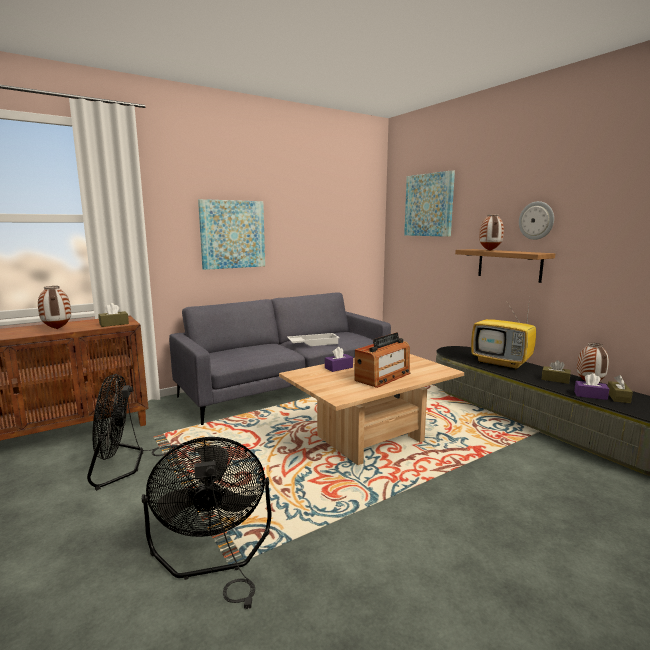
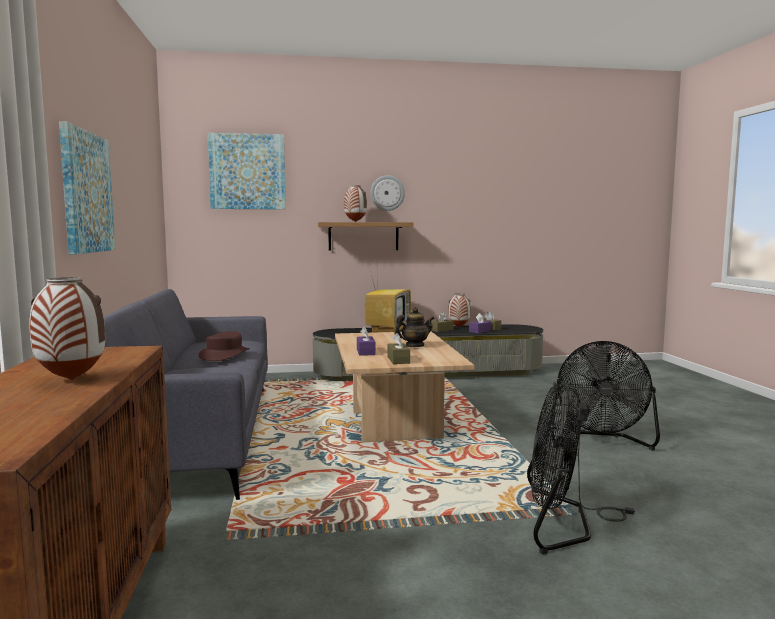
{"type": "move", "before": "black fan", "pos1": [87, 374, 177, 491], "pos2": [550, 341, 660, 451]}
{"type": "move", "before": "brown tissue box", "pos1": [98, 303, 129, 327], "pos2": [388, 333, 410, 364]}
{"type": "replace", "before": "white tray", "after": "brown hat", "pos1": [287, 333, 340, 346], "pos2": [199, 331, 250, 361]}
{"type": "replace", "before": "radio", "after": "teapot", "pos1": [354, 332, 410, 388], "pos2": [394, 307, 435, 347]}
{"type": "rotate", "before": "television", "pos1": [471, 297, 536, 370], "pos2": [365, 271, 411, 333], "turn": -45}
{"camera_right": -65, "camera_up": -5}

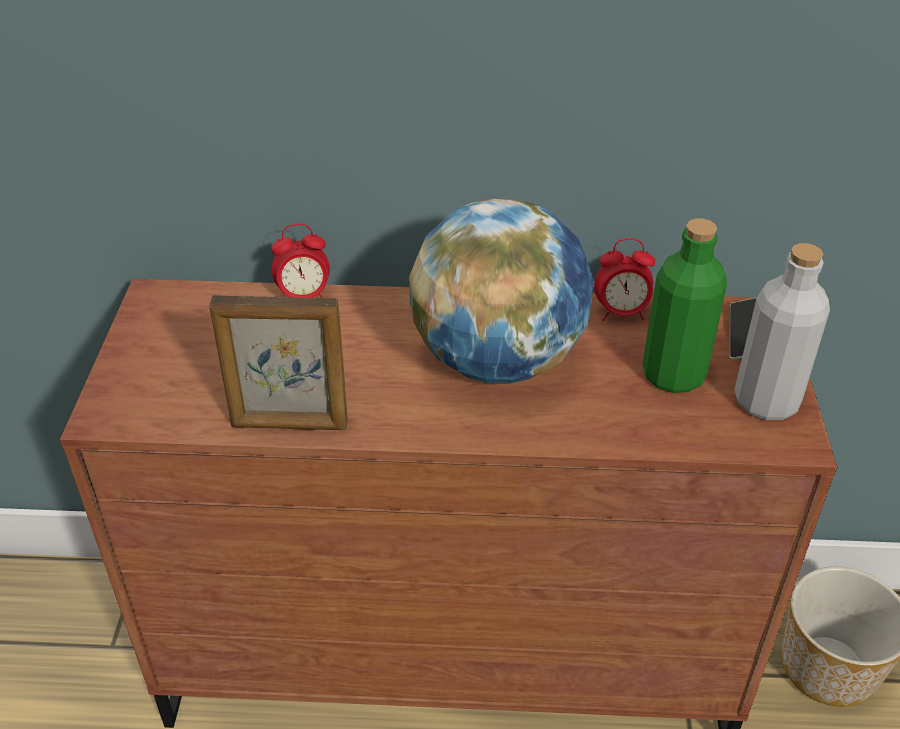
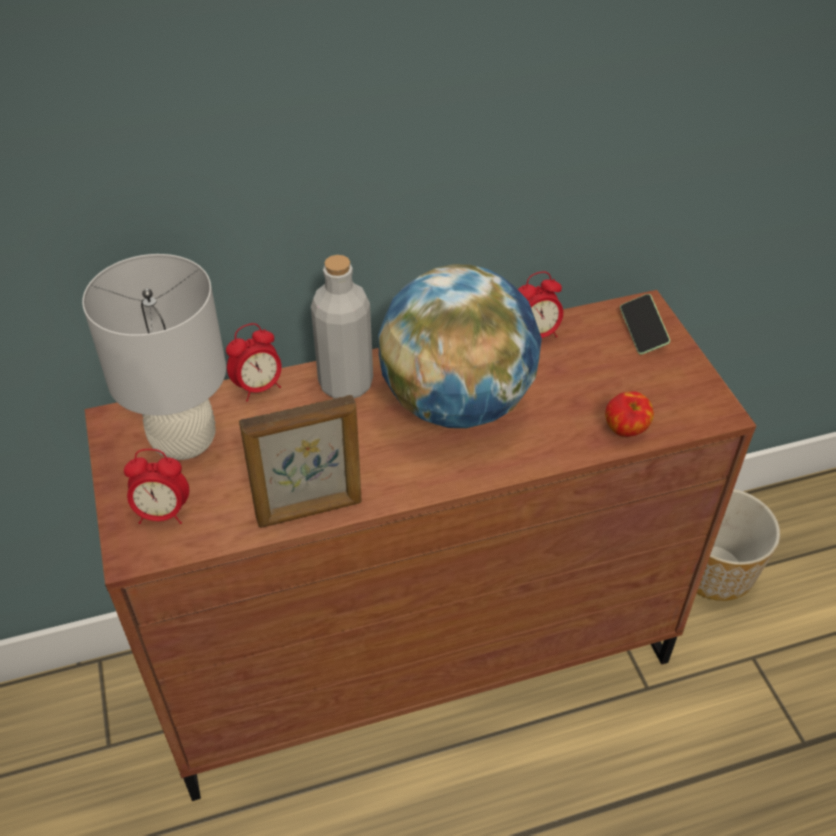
{"type": "delete", "before": "green bottle", "pos1": [642, 218, 727, 393]}
{"type": "insert", "after": "grey table lamp", "pos2": [82, 254, 226, 460]}
{"type": "insert", "after": "alarm clock", "pos2": [124, 449, 189, 524]}
{"type": "insert", "after": "apple", "pos2": [605, 391, 654, 437]}
{"type": "move", "before": "grey bottle", "pos1": [734, 243, 830, 420], "pos2": [311, 255, 373, 399]}
{"camera_right": -20, "camera_up": 5}

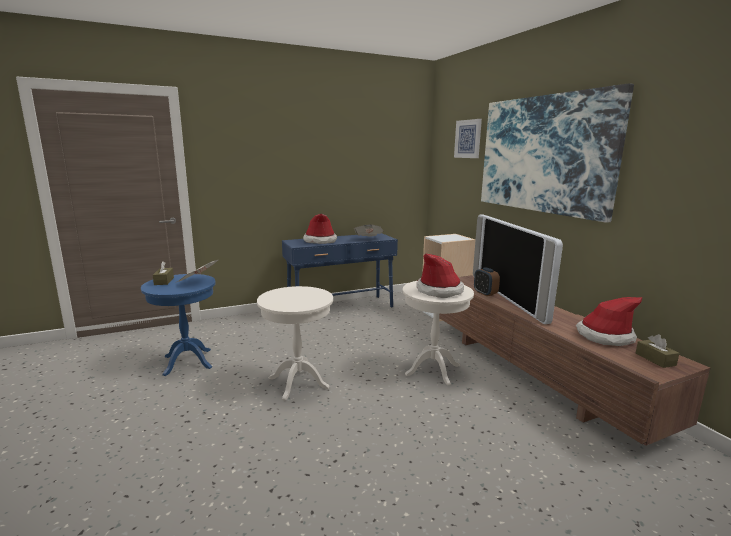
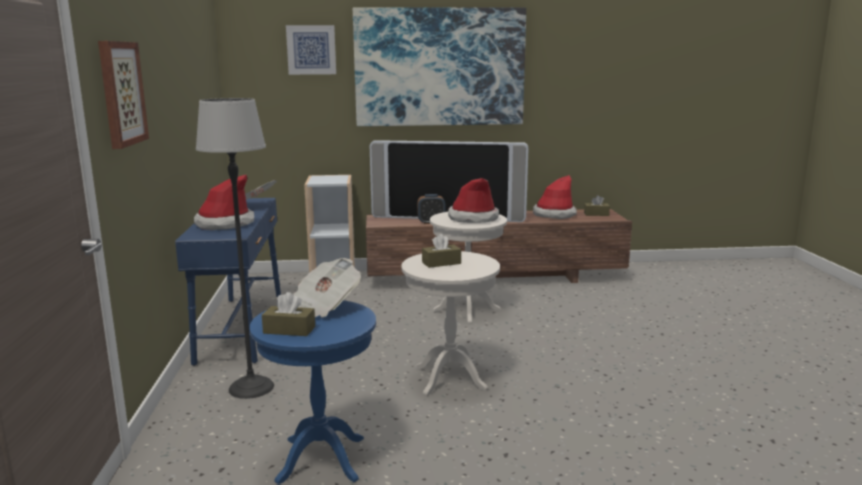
{"type": "insert", "after": "picture", "pos2": [98, 41, 149, 149]}
{"type": "insert", "after": "floor lamp", "pos2": [196, 98, 274, 399]}
{"type": "insert", "after": "brown tissue box", "pos2": [422, 234, 461, 268]}
{"camera_right": -70, "camera_up": 0}

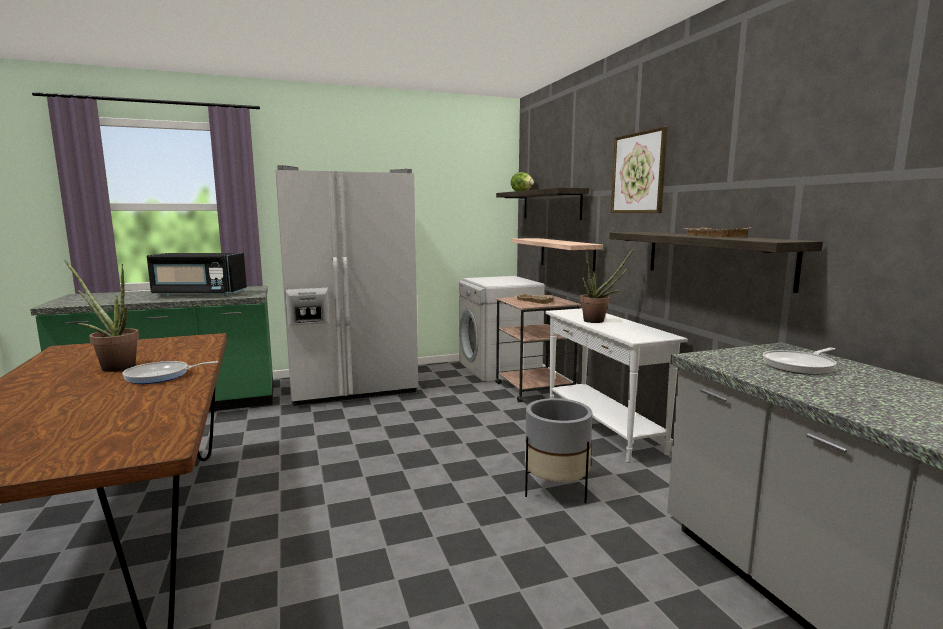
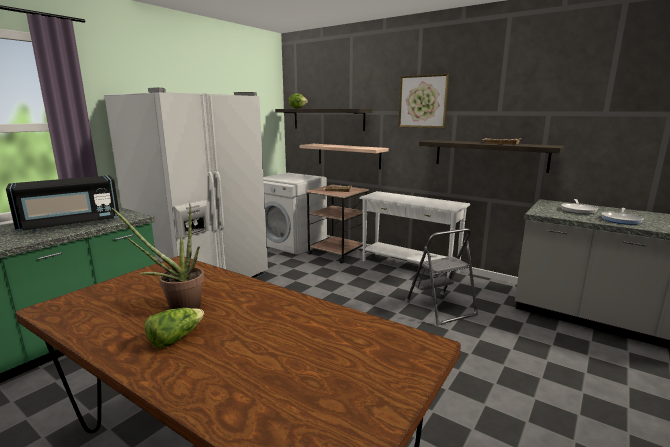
{"type": "delete", "before": "potted plant", "pos1": [580, 248, 634, 323]}
{"type": "insert", "after": "lettuce", "pos2": [145, 308, 204, 348]}
{"type": "move", "before": "frying pan", "pos1": [122, 361, 218, 384], "pos2": [601, 208, 644, 225]}
{"type": "replace", "before": "grey planter", "after": "grey step ladder", "pos1": [525, 398, 592, 503], "pos2": [404, 228, 478, 326]}
{"camera_right": -35, "camera_up": 5}

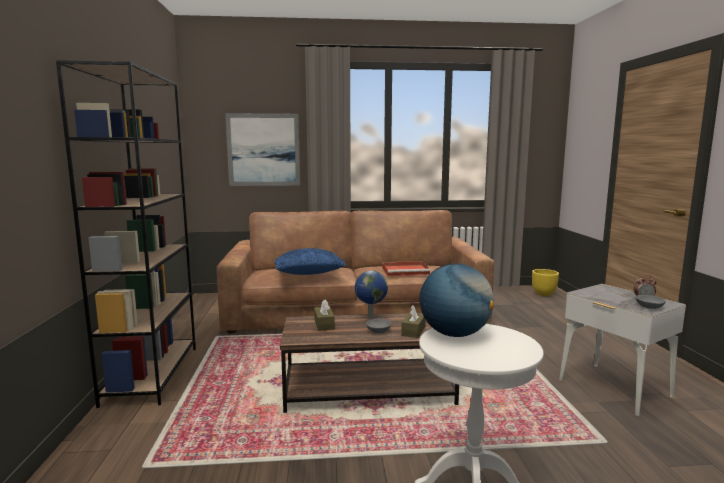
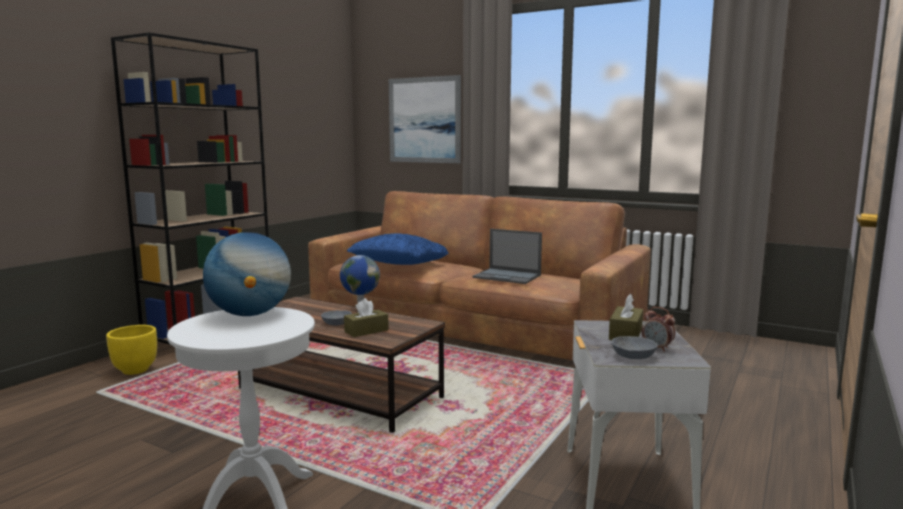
{"type": "move", "before": "brown tissue box", "pos1": [314, 299, 335, 331], "pos2": [609, 294, 643, 340]}
{"type": "move", "before": "yellow planter", "pos1": [532, 269, 559, 296], "pos2": [106, 325, 157, 375]}
{"type": "replace", "before": "red tray", "after": "laptop", "pos1": [382, 261, 430, 276], "pos2": [472, 229, 542, 284]}
{"camera_right": 35, "camera_up": 0}

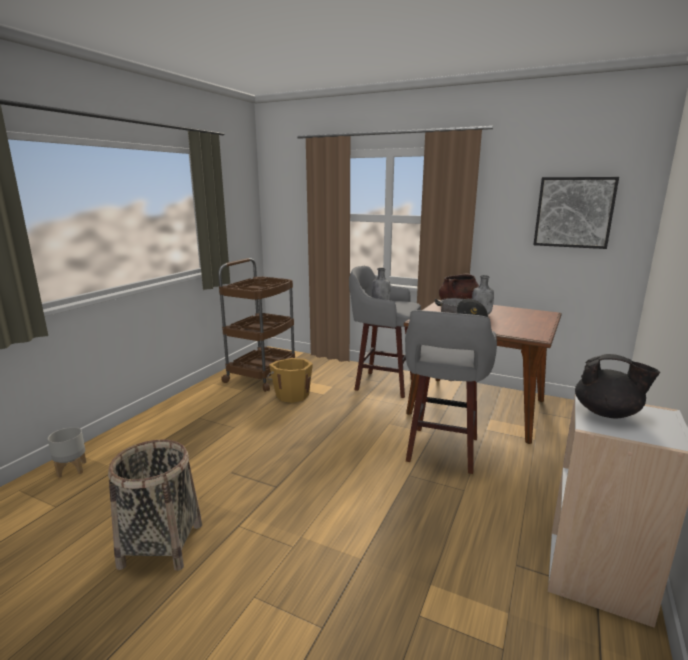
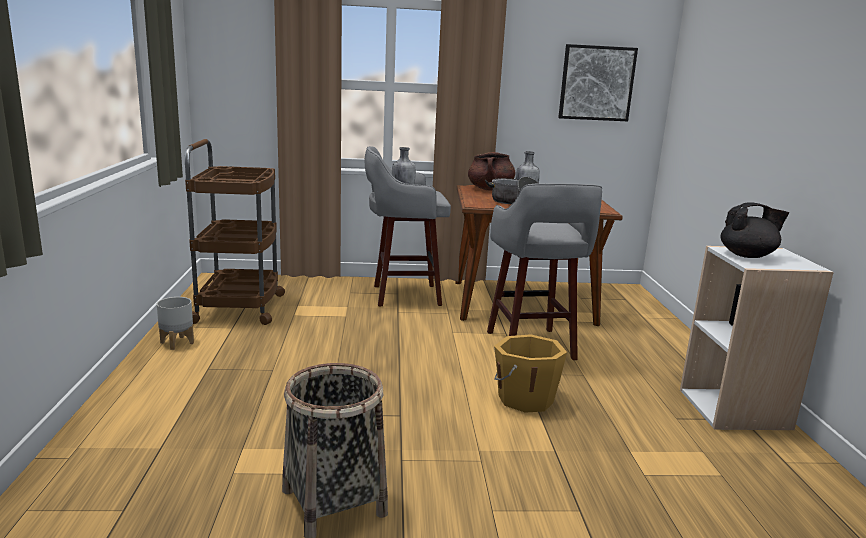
{"type": "move", "before": "grey planter", "pos1": [48, 427, 86, 478], "pos2": [157, 297, 194, 350]}
{"type": "move", "before": "orange bucket", "pos1": [267, 358, 313, 403], "pos2": [494, 334, 567, 413]}
{"camera_right": -30, "camera_up": 0}

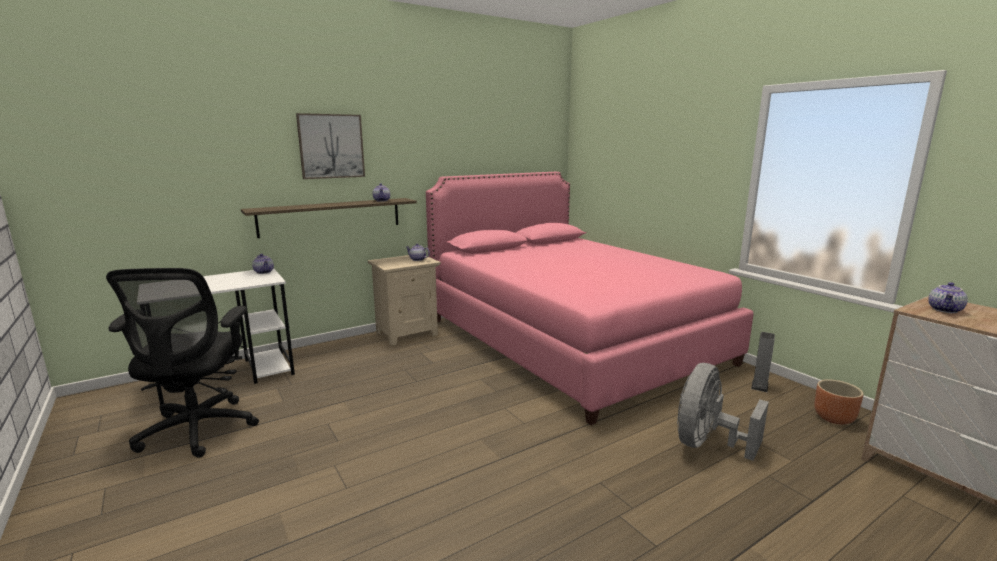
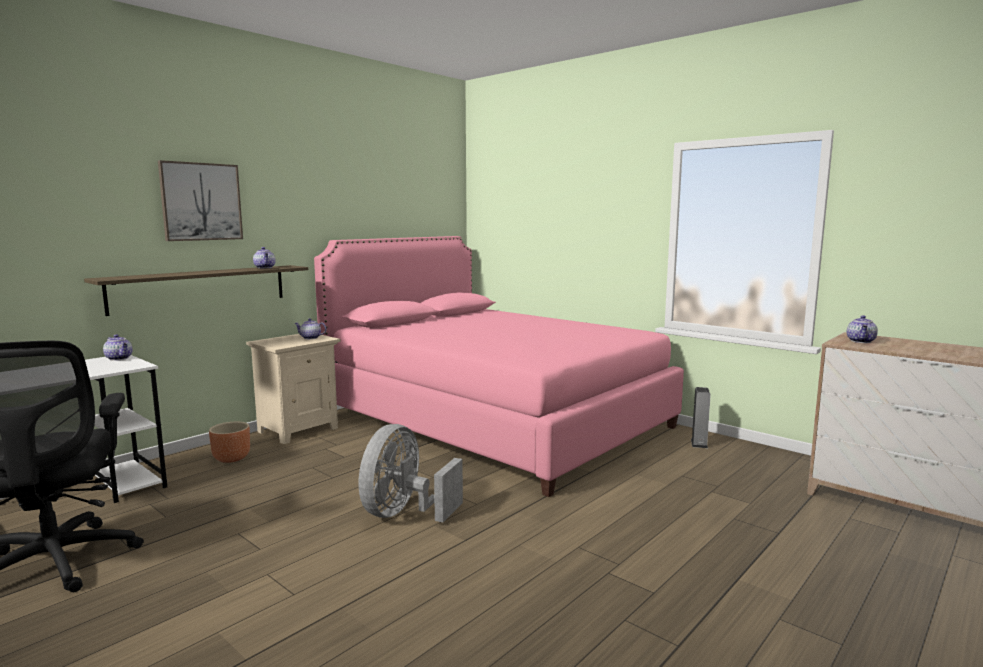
{"type": "move", "before": "grey fan", "pos1": [677, 363, 769, 461], "pos2": [359, 424, 463, 522]}
{"type": "move", "before": "brown planter", "pos1": [814, 379, 863, 425], "pos2": [209, 422, 250, 463]}
{"camera_right": -15, "camera_up": -5}

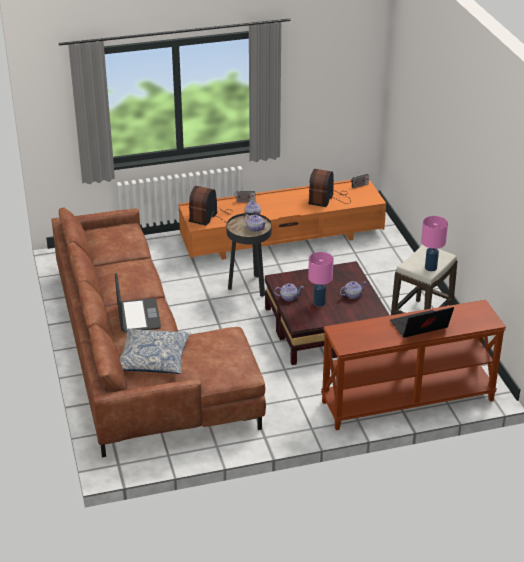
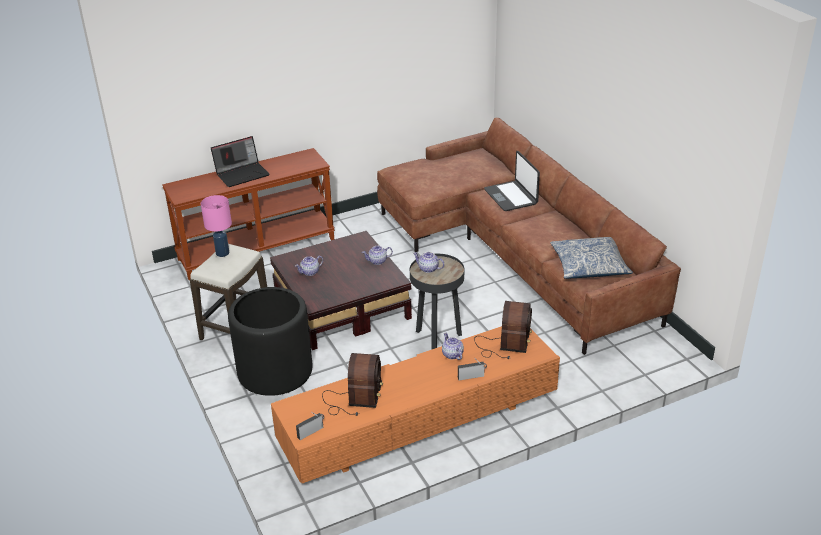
{"type": "delete", "before": "pink table lamp", "pos1": [308, 252, 334, 307]}
{"type": "insert", "after": "black planter", "pos2": [228, 287, 313, 396]}
{"type": "move", "before": "pillow", "pos1": [120, 329, 191, 374], "pos2": [550, 237, 633, 279]}
{"camera_right": 170, "camera_up": 0}

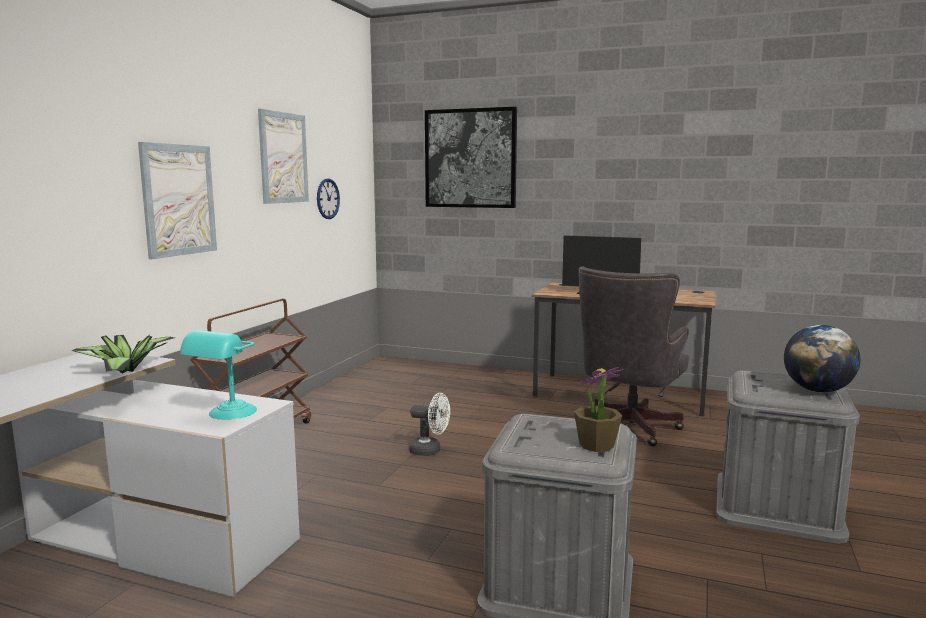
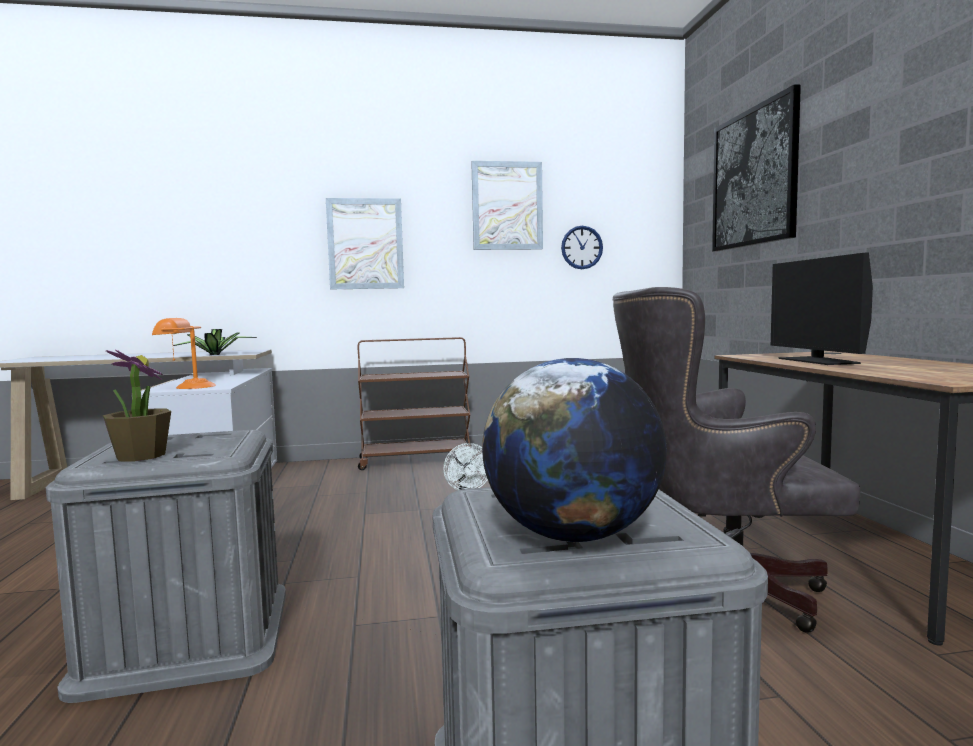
{"type": "recolor", "before": "turquoise table lamp", "after": "orange table lamp", "pos1": [180, 330, 257, 420], "pos2": [152, 318, 216, 389]}
{"camera_right": 60, "camera_up": -5}

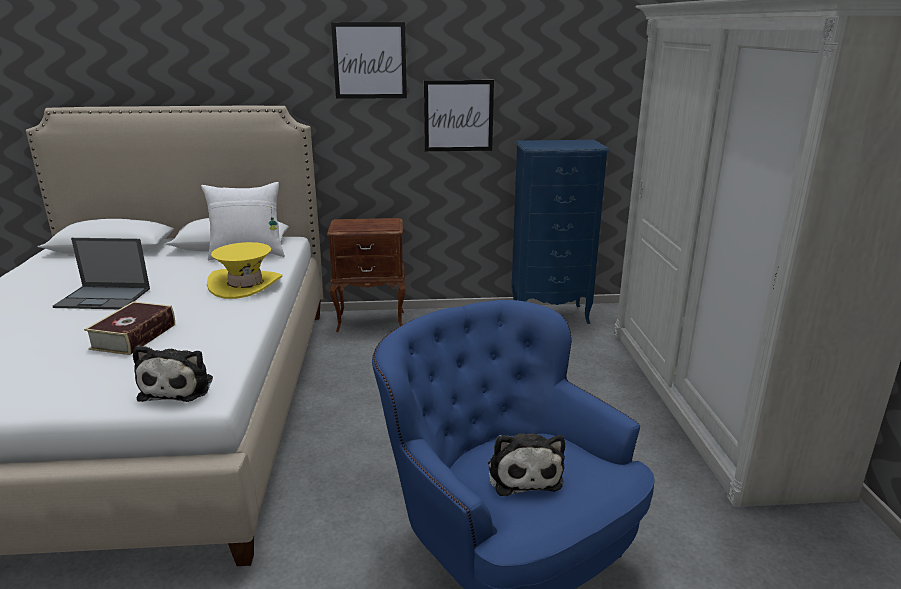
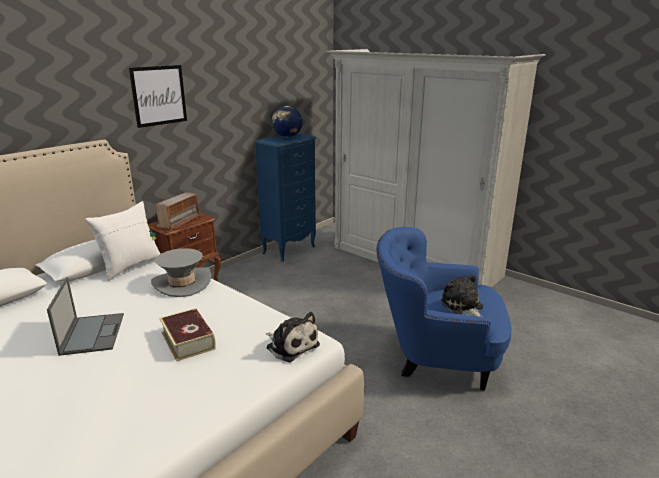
{"type": "delete", "before": "picture", "pos1": [424, 80, 494, 151]}
{"type": "insert", "after": "radio", "pos2": [156, 192, 201, 229]}
{"type": "insert", "after": "globe", "pos2": [272, 106, 303, 138]}
{"type": "recolor", "before": "yellow hat", "after": "grey hat", "pos1": [207, 242, 282, 299], "pos2": [151, 248, 211, 297]}
{"type": "rotate", "before": "laptop", "pos1": [53, 238, 150, 309], "pos2": [47, 277, 124, 356], "turn": -60}
{"type": "rotate", "before": "plush toy", "pos1": [488, 433, 565, 496], "pos2": [441, 274, 483, 317], "turn": -150}
{"camera_right": -45, "camera_up": 0}

